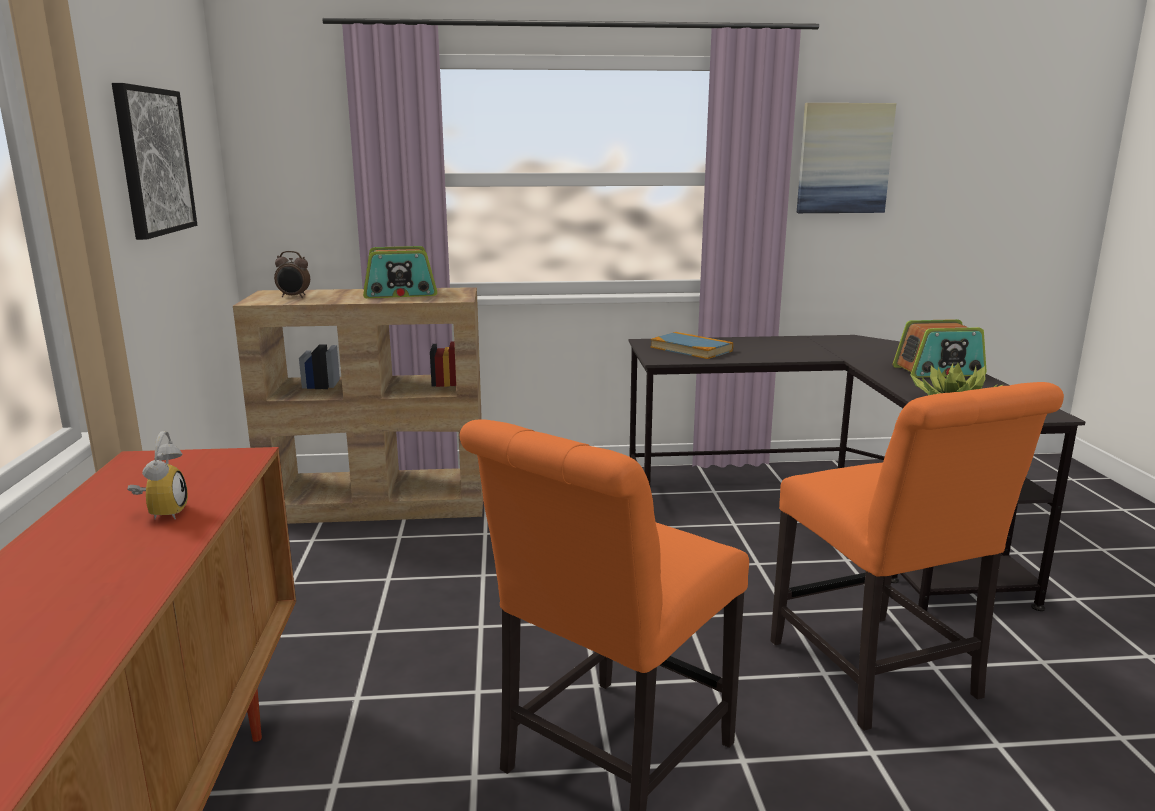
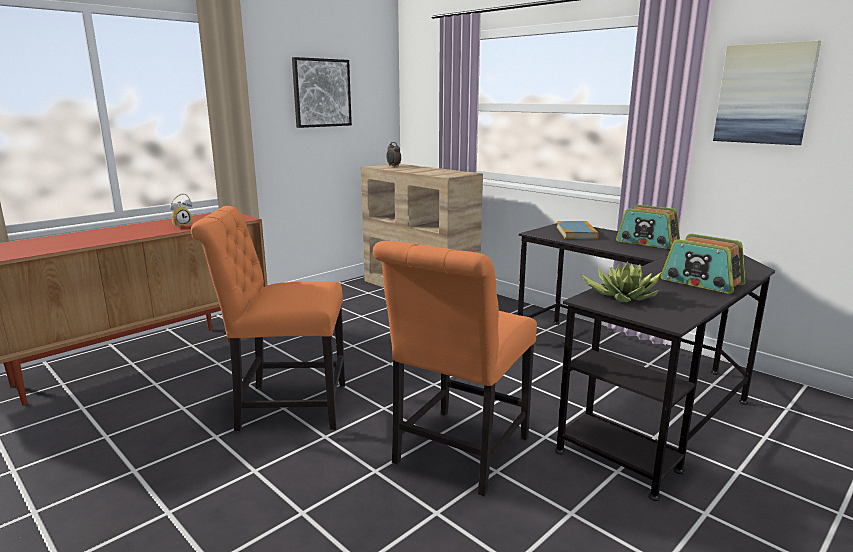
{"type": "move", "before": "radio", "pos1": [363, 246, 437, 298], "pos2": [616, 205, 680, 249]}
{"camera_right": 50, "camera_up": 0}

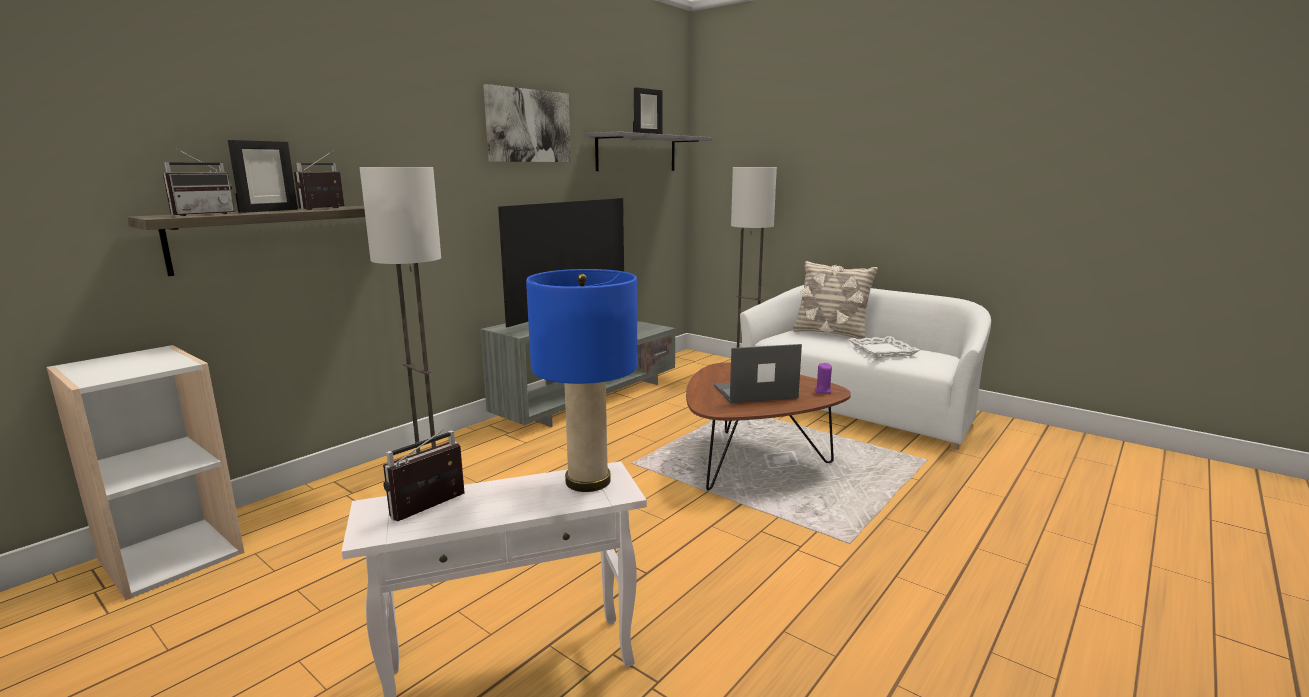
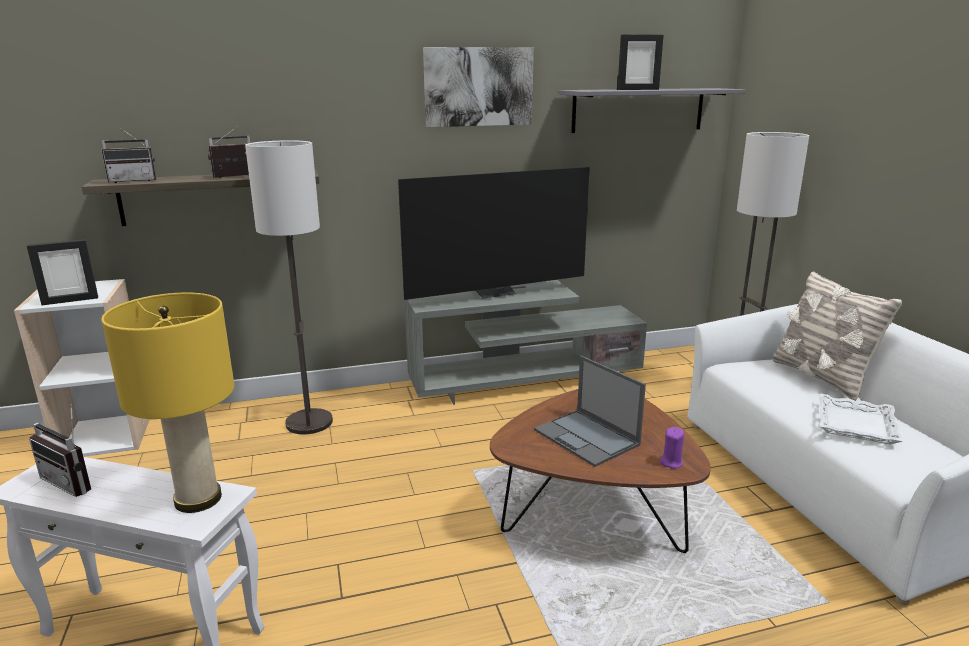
{"type": "move", "before": "picture frame", "pos1": [228, 140, 298, 213], "pos2": [27, 239, 98, 305]}
{"type": "recolor", "before": "blue table lamp", "after": "yellow table lamp", "pos1": [526, 269, 638, 492], "pos2": [101, 292, 234, 513]}
{"type": "rotate", "before": "radio", "pos1": [383, 429, 465, 521], "pos2": [29, 404, 91, 497], "turn": -135}
{"type": "rotate", "before": "laptop", "pos1": [714, 344, 802, 403], "pos2": [534, 356, 646, 467], "turn": -150}
{"camera_right": 35, "camera_up": 5}

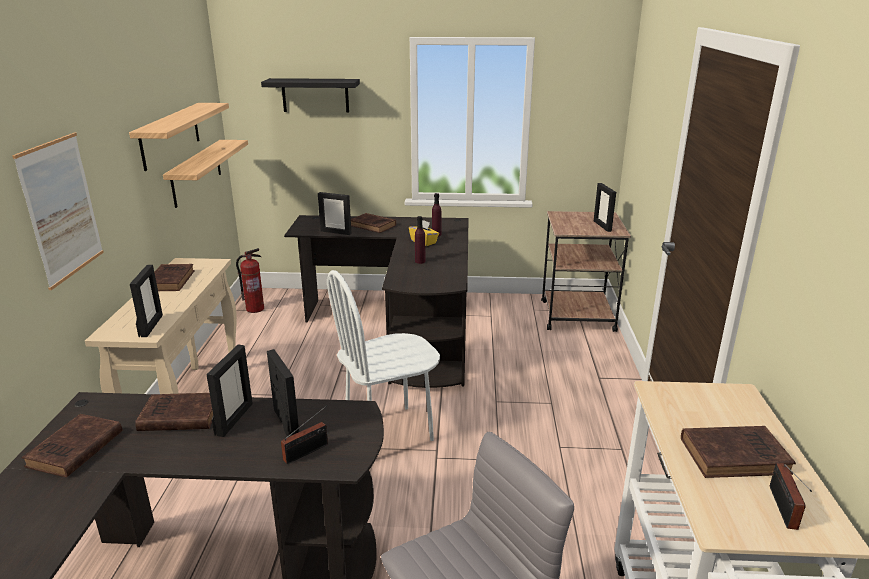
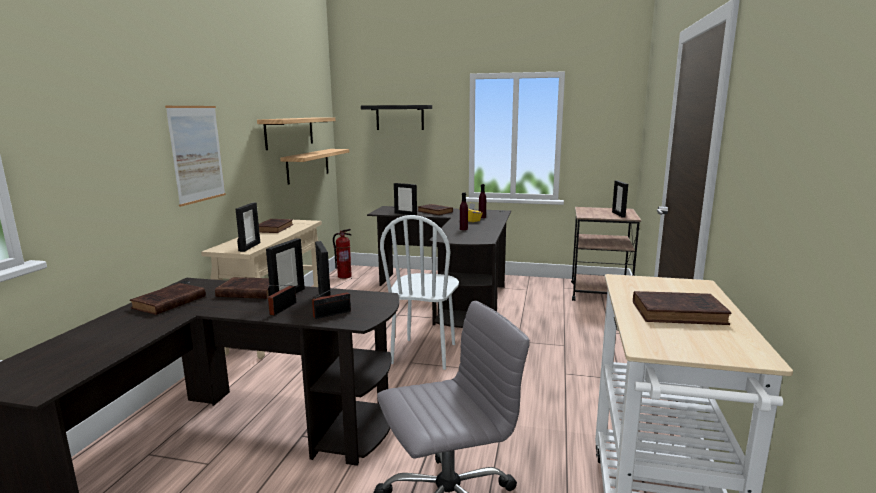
{"type": "move", "before": "radio", "pos1": [770, 463, 812, 530], "pos2": [267, 285, 296, 315]}
{"type": "rotate", "before": "white chair", "pos1": [327, 270, 440, 441], "pos2": [380, 215, 459, 370], "turn": -60}
{"camera_right": 10, "camera_up": -10}

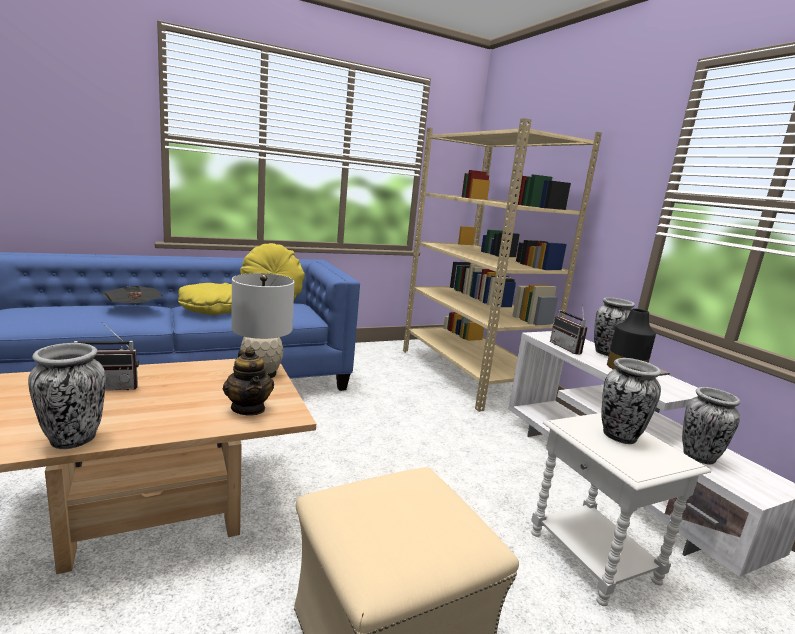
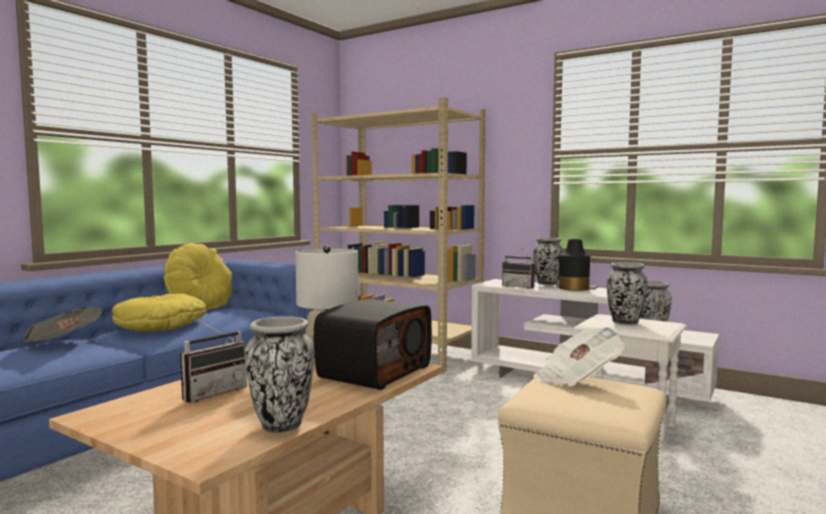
{"type": "insert", "after": "newspaper", "pos2": [533, 327, 625, 386]}
{"type": "replace", "before": "teapot", "after": "radio", "pos1": [223, 347, 274, 416], "pos2": [314, 299, 432, 390]}
{"camera_right": -30, "camera_up": -10}

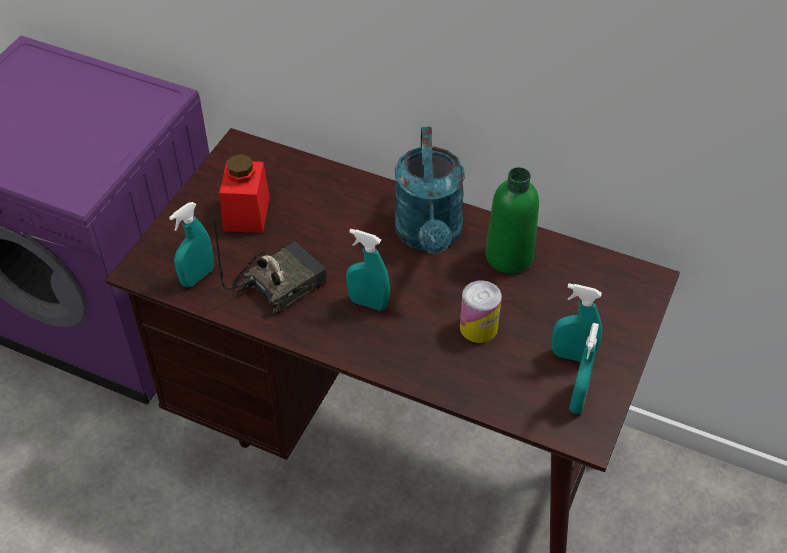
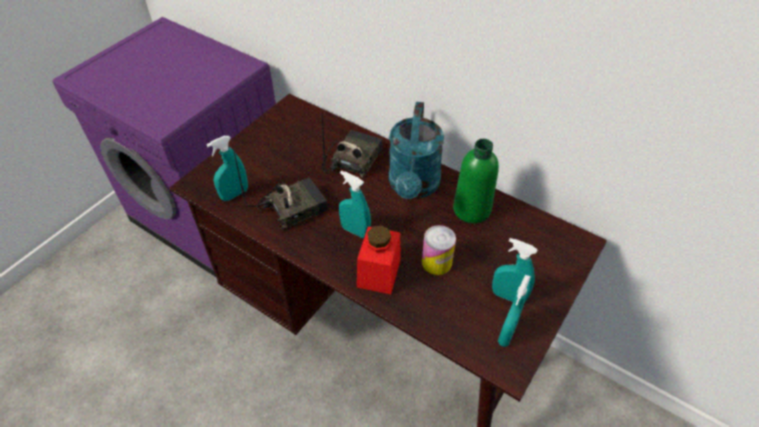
{"type": "insert", "after": "radio", "pos2": [322, 115, 383, 178]}
{"type": "move", "before": "red jar", "pos1": [219, 154, 270, 233], "pos2": [357, 226, 401, 294]}
{"camera_right": 10, "camera_up": 0}

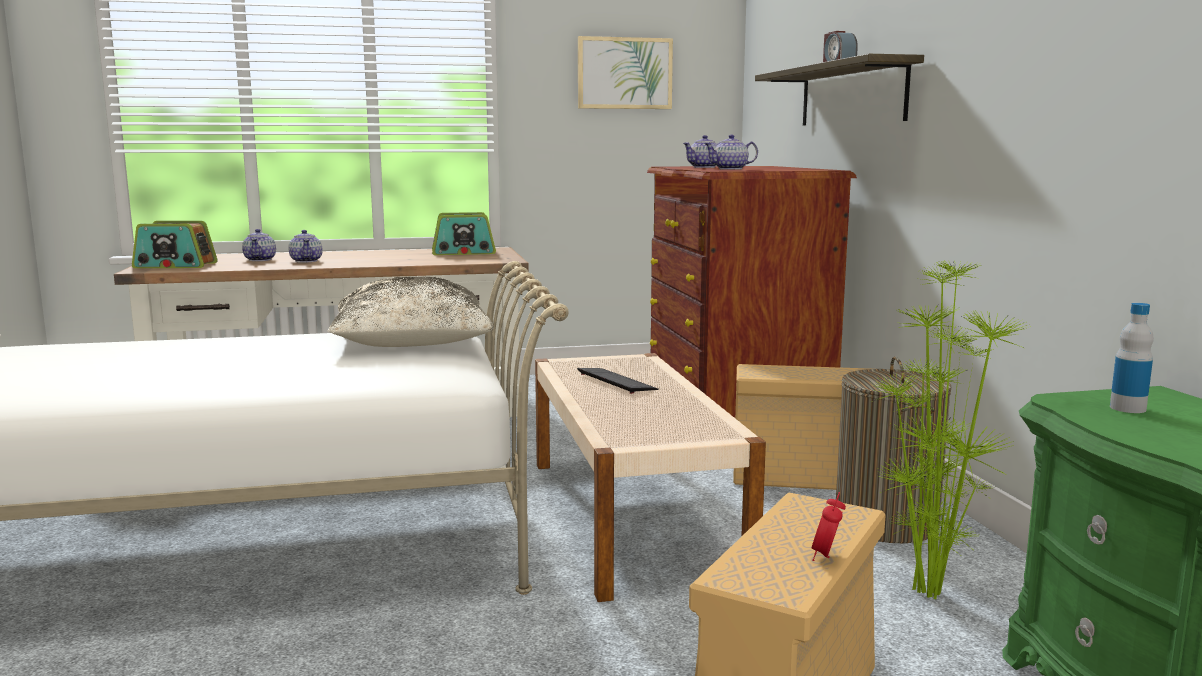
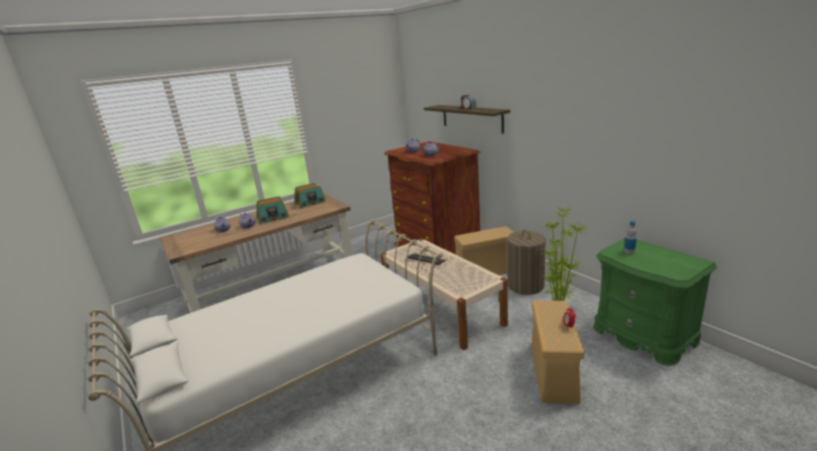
{"type": "delete", "before": "beige pillow", "pos1": [327, 277, 494, 347]}
{"type": "delete", "before": "picture", "pos1": [578, 36, 673, 109]}
{"type": "move", "before": "radio", "pos1": [132, 221, 217, 268], "pos2": [257, 196, 290, 224]}
{"camera_right": -20, "camera_up": 10}

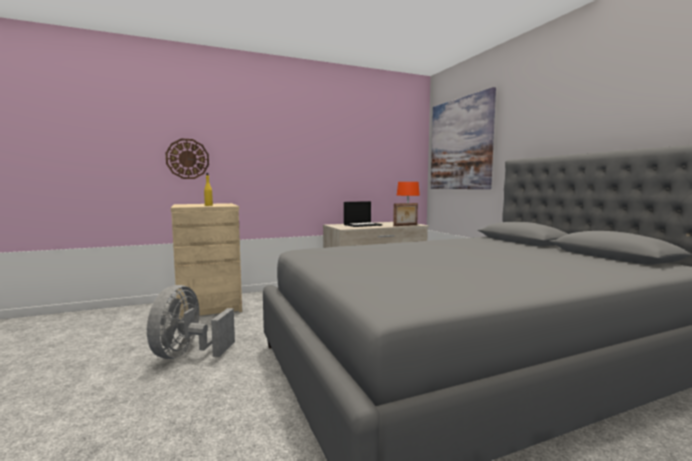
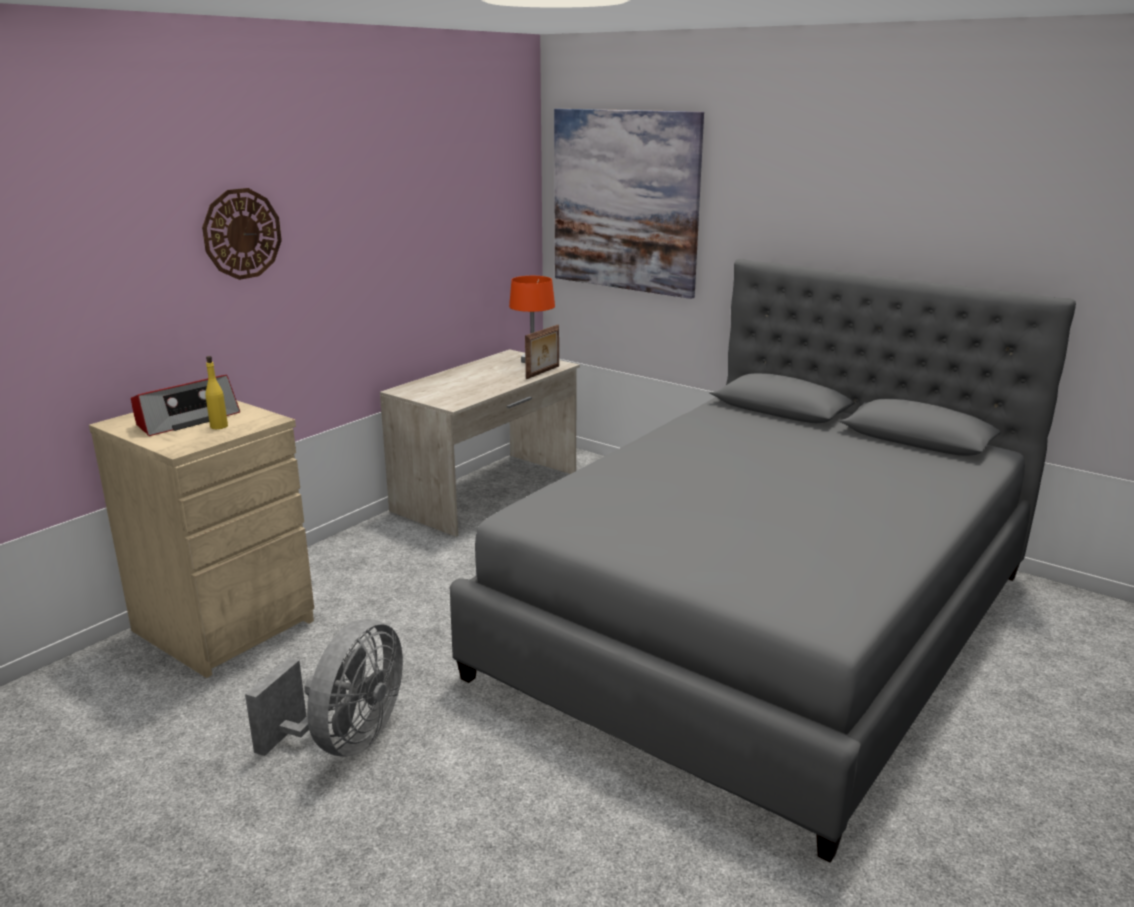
{"type": "delete", "before": "laptop", "pos1": [344, 201, 383, 227]}
{"type": "insert", "after": "radio", "pos2": [131, 375, 240, 436]}
{"type": "move", "before": "wall clock", "pos1": [166, 139, 209, 179], "pos2": [202, 188, 282, 280]}
{"type": "rotate", "before": "grey fan", "pos1": [147, 285, 235, 359], "pos2": [245, 619, 403, 756], "turn": -135}
{"camera_right": -30, "camera_up": 15}

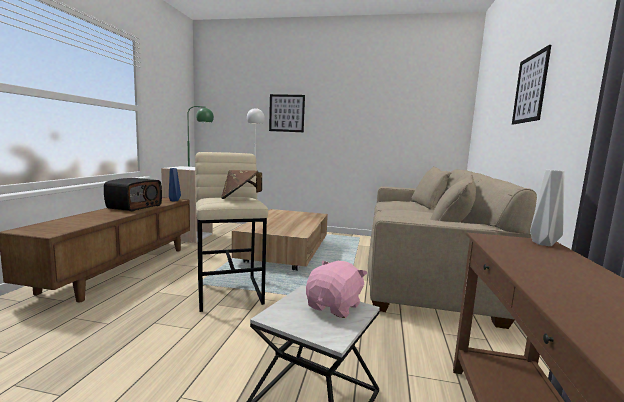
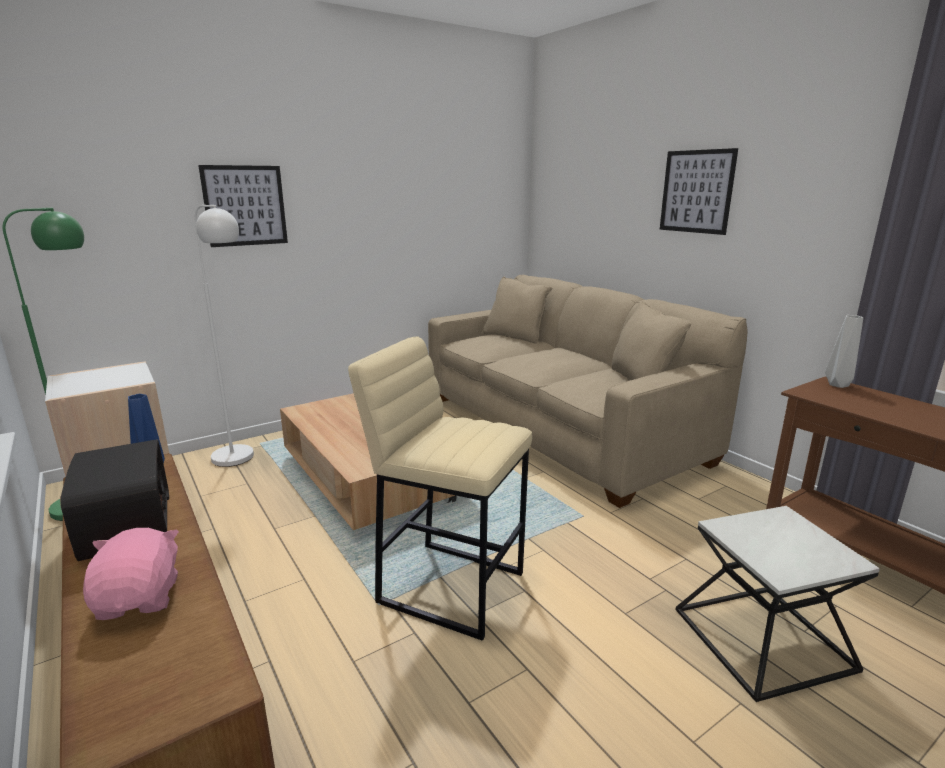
{"type": "delete", "before": "brown hat", "pos1": [221, 170, 262, 199]}
{"type": "move", "before": "pink plush toy", "pos1": [306, 261, 367, 318], "pos2": [83, 528, 179, 620]}
{"camera_right": -45, "camera_up": 10}

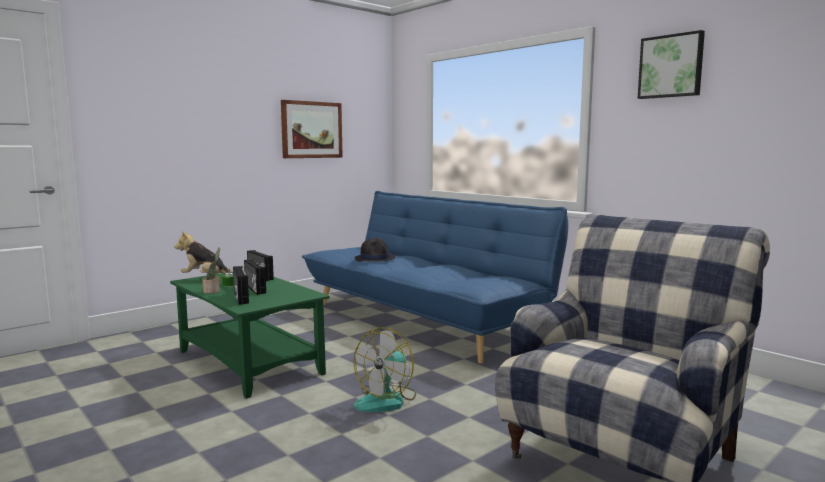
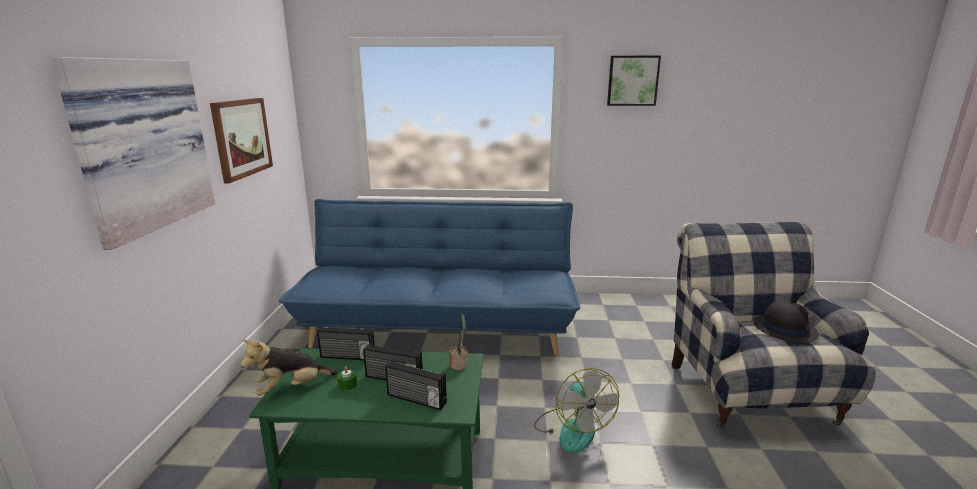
{"type": "insert", "after": "picture", "pos2": [51, 57, 215, 250]}
{"type": "move", "before": "potted plant", "pos1": [202, 247, 220, 294], "pos2": [449, 314, 468, 370]}
{"type": "move", "before": "black hat", "pos1": [355, 238, 396, 262], "pos2": [754, 300, 819, 344]}
{"camera_right": -45, "camera_up": 10}

